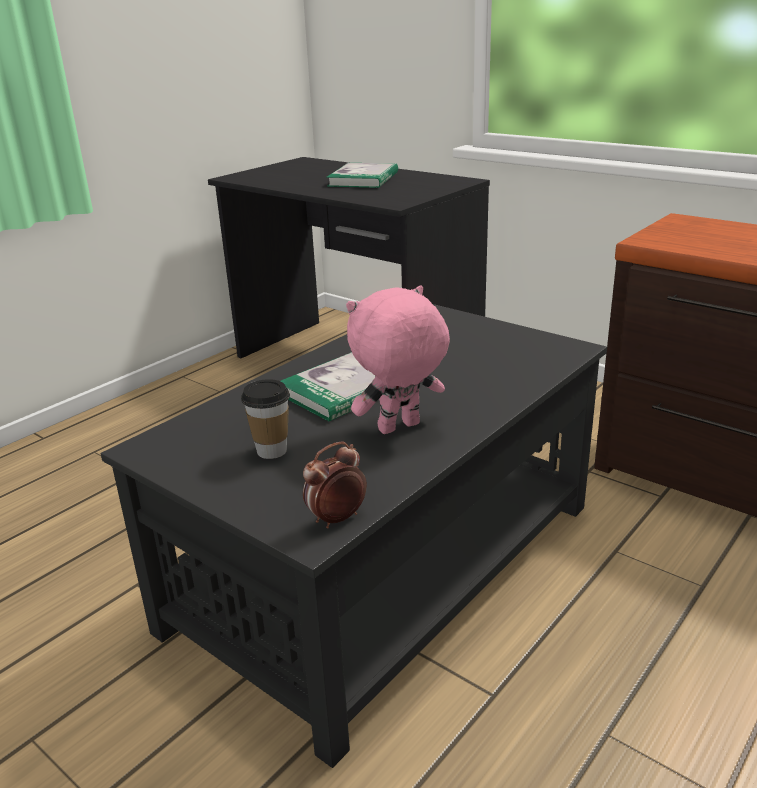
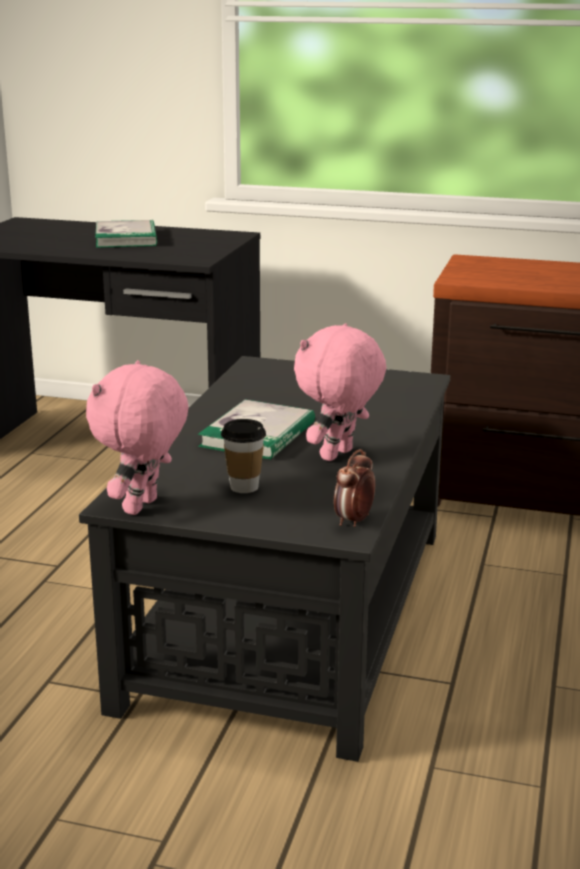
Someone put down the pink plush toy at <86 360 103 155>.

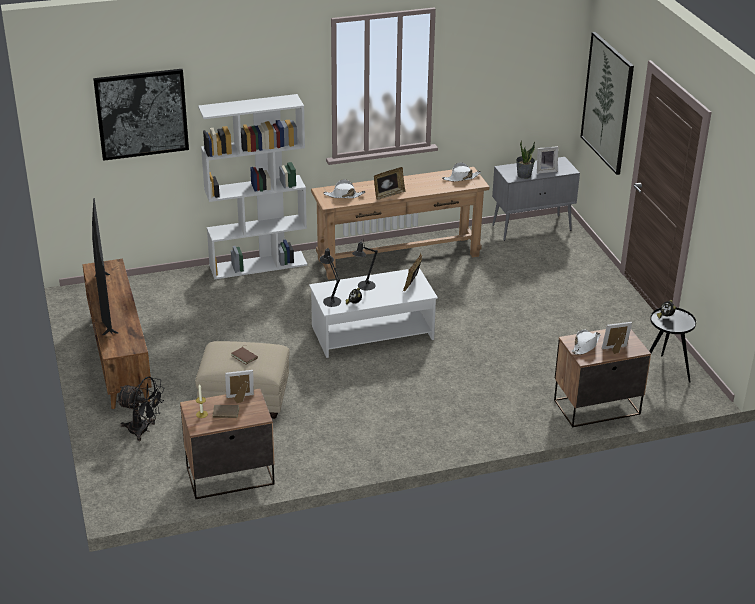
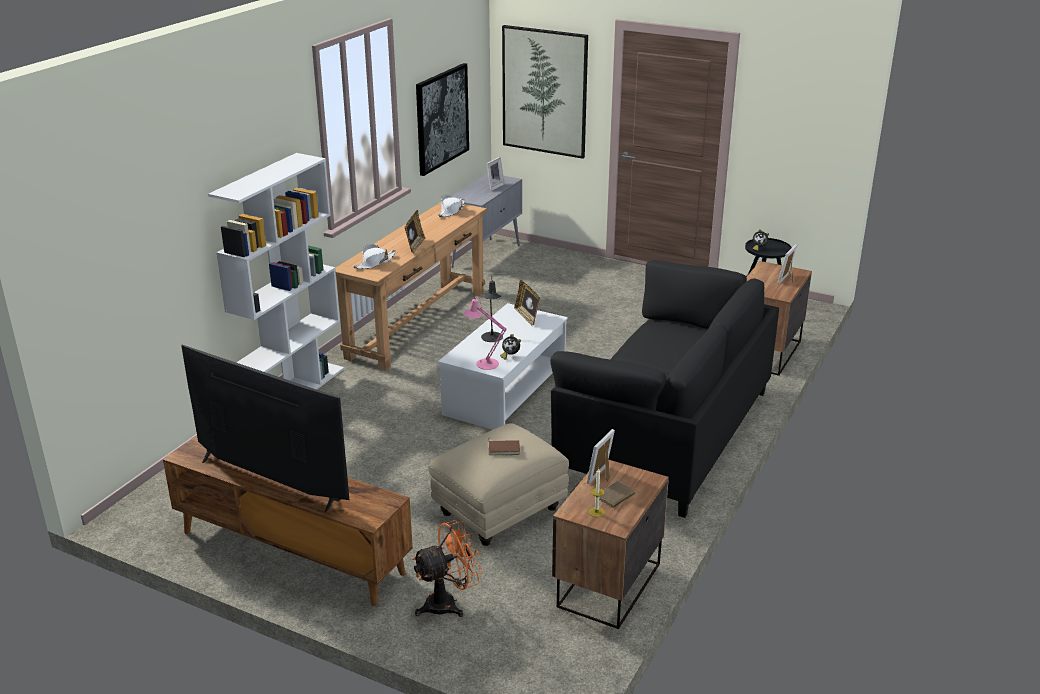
Someone carried the picture from <93 69 96 92> to <416 63 53 113>.
Someone took away the potted plant at <516 140 19 39>.
Someone repainted the black table lamp at <320 248 21 59>, which became the pink table lamp at <464 296 43 74>.
Someone took away the white hat at <572 330 29 25>.
Someone repainted the black fan at <116 377 48 64>, which became the orange fan at <412 520 71 97>.
Someone put down the black sofa at <550 260 229 258>.

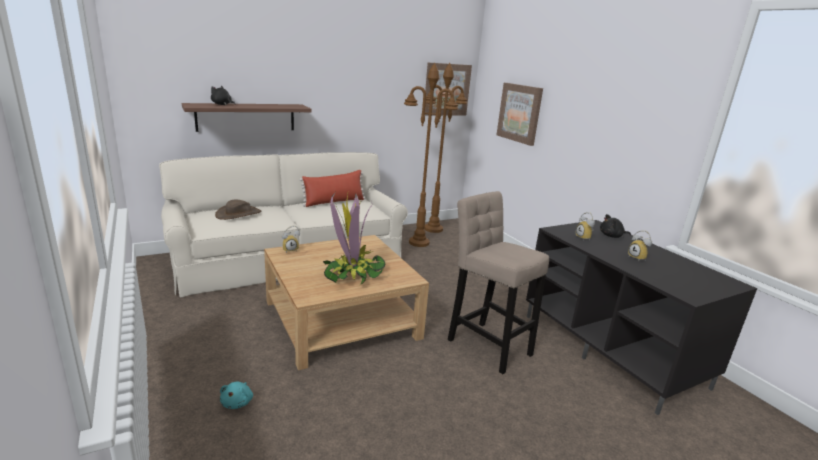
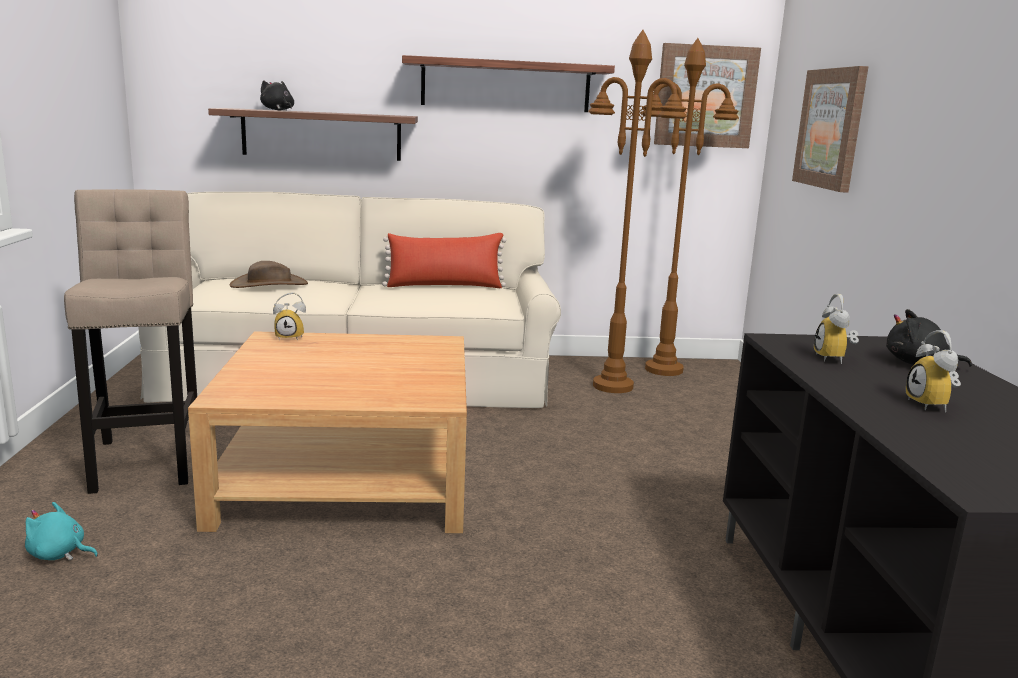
Someone carried the beige stool from <448 191 101 183> to <64 189 133 305>.
Someone took away the potted plant at <323 193 63 92>.
Someone rotated the turquoise plush toy at <220 382 33 27> by 75 degrees clockwise.
Someone put up the shelf at <402 55 213 57>.

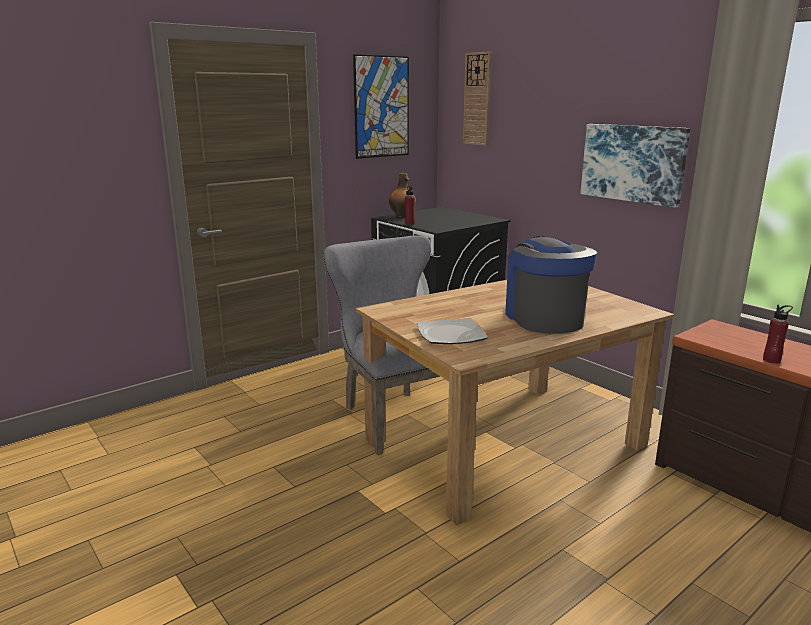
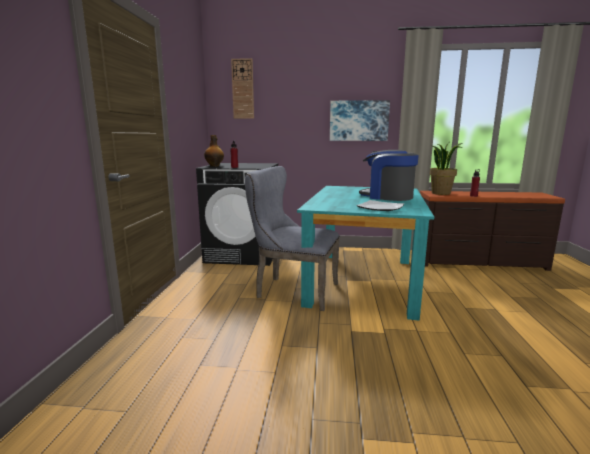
Someone took away the picture at <353 54 56 105>.
Someone repainted the brown dining table at <355 280 320 245>, which became the turquoise dining table at <297 186 137 135>.
Someone put down the potted plant at <429 143 33 52>.

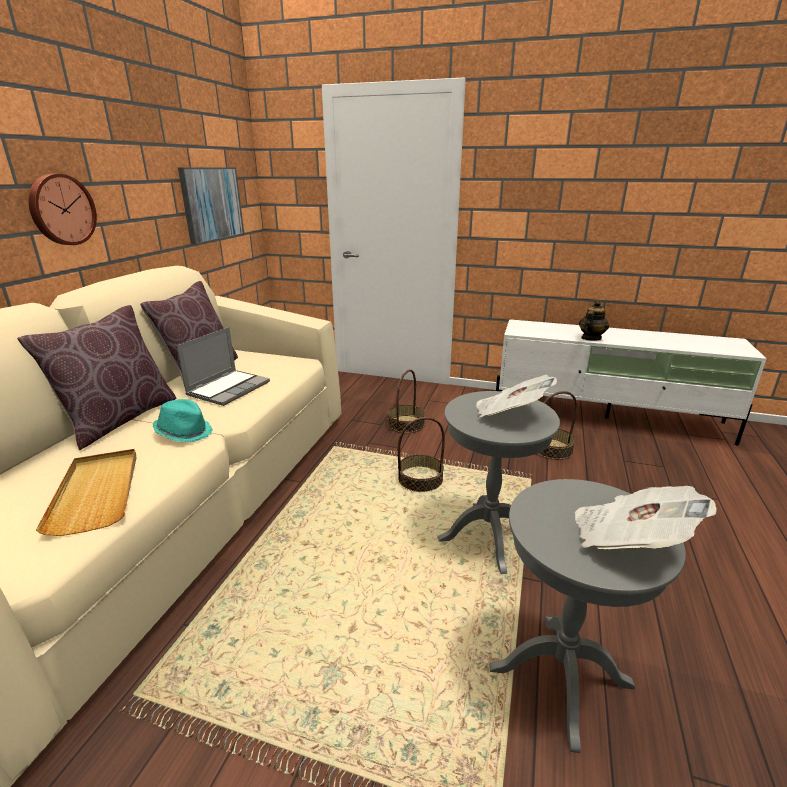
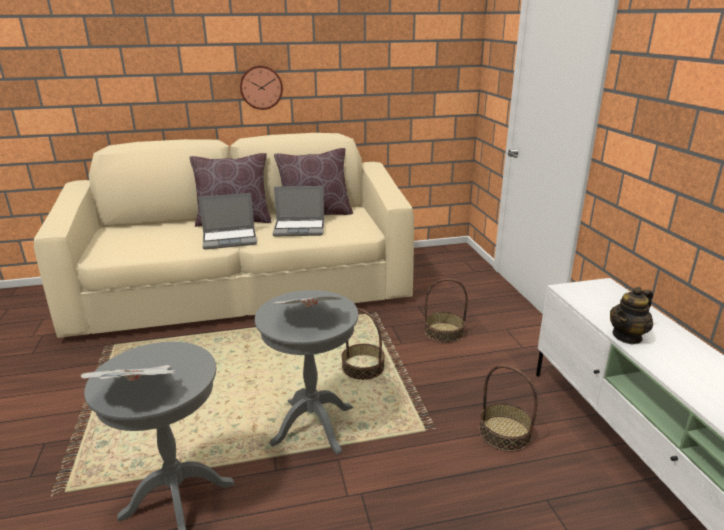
Someone took away the picture at <178 168 66 77>.
Someone rotated the teapot at <579 300 30 41> by 135 degrees clockwise.
Someone swapped the turquoise hat at <153 399 60 43> for the laptop at <198 193 59 57>.
Someone took away the beige tray at <36 449 100 87>.

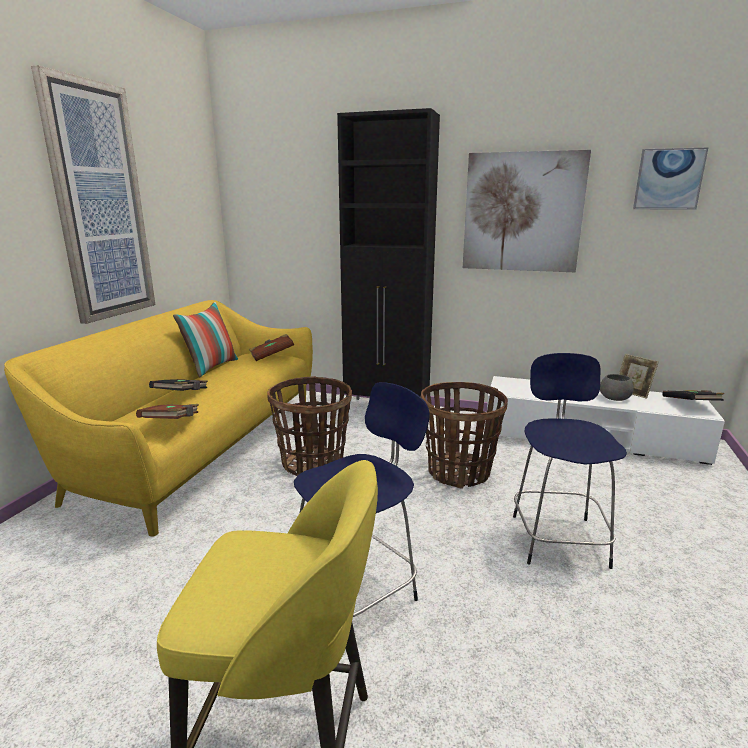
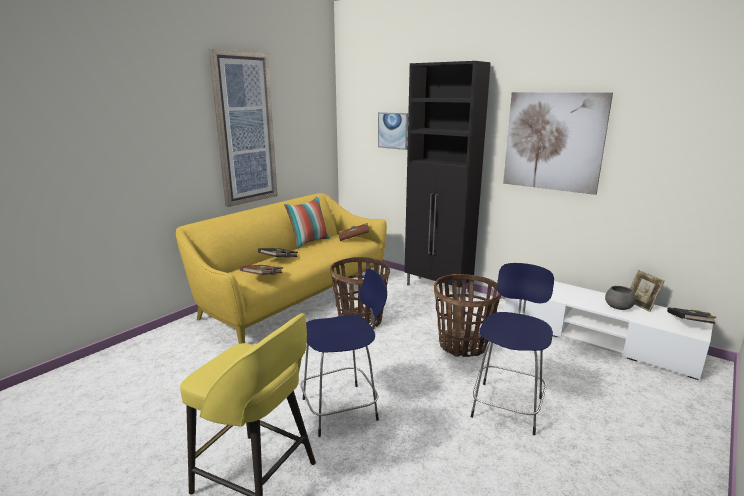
Someone carried the picture from <633 147 75 63> to <378 112 30 38>.

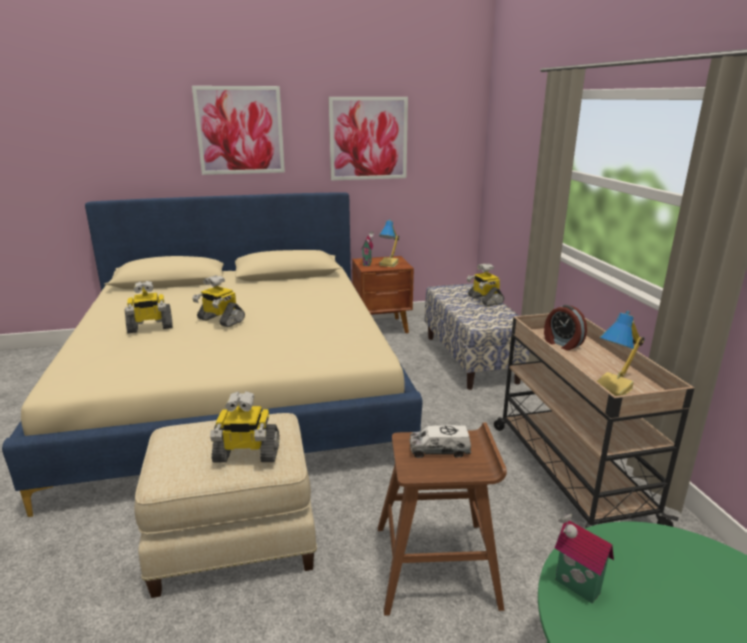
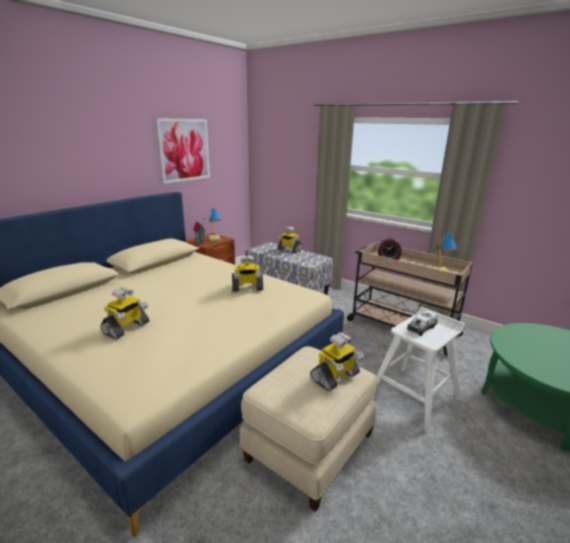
Someone took away the picture at <192 86 93 89>.
Someone carried the toy robot from <192 275 53 52> to <232 255 31 37>.
Someone repainted the brown stool at <378 423 129 193>, which became the white stool at <376 307 89 126>.
Someone took away the toy house at <555 510 59 93>.

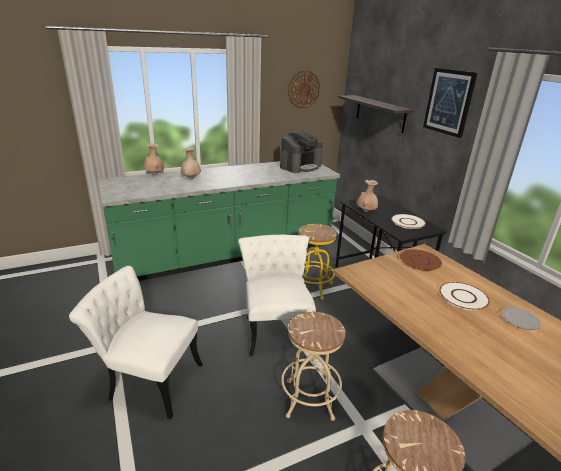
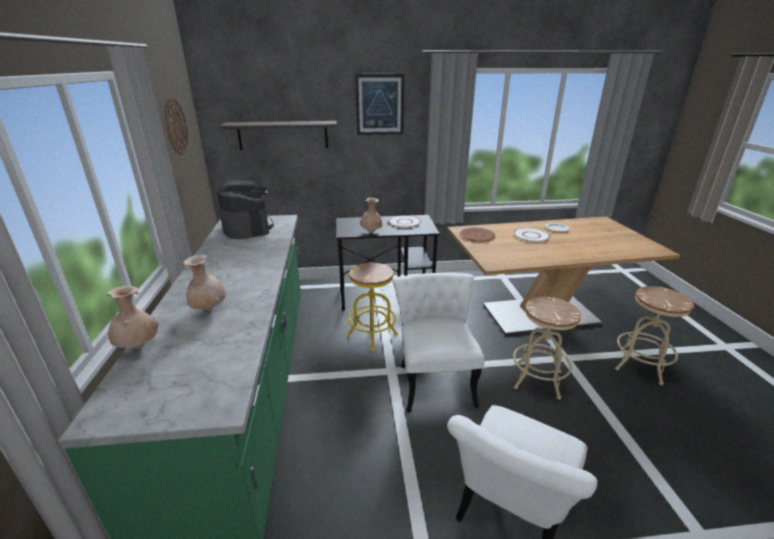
Someone rotated the white chair at <238 235 78 121> by 75 degrees clockwise.

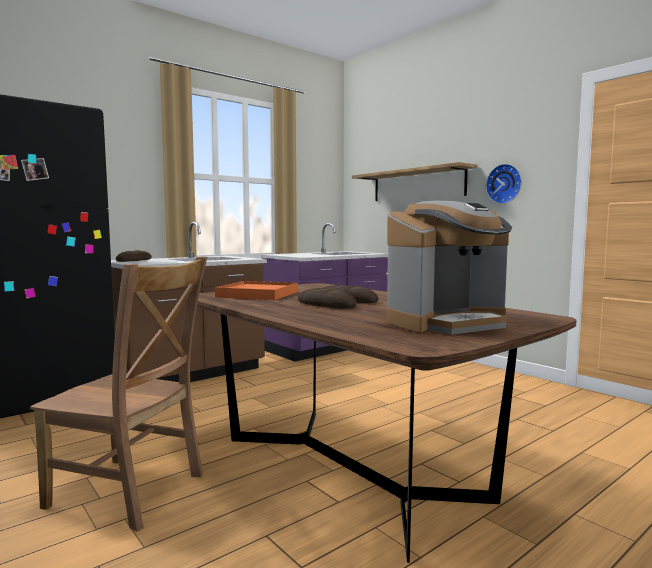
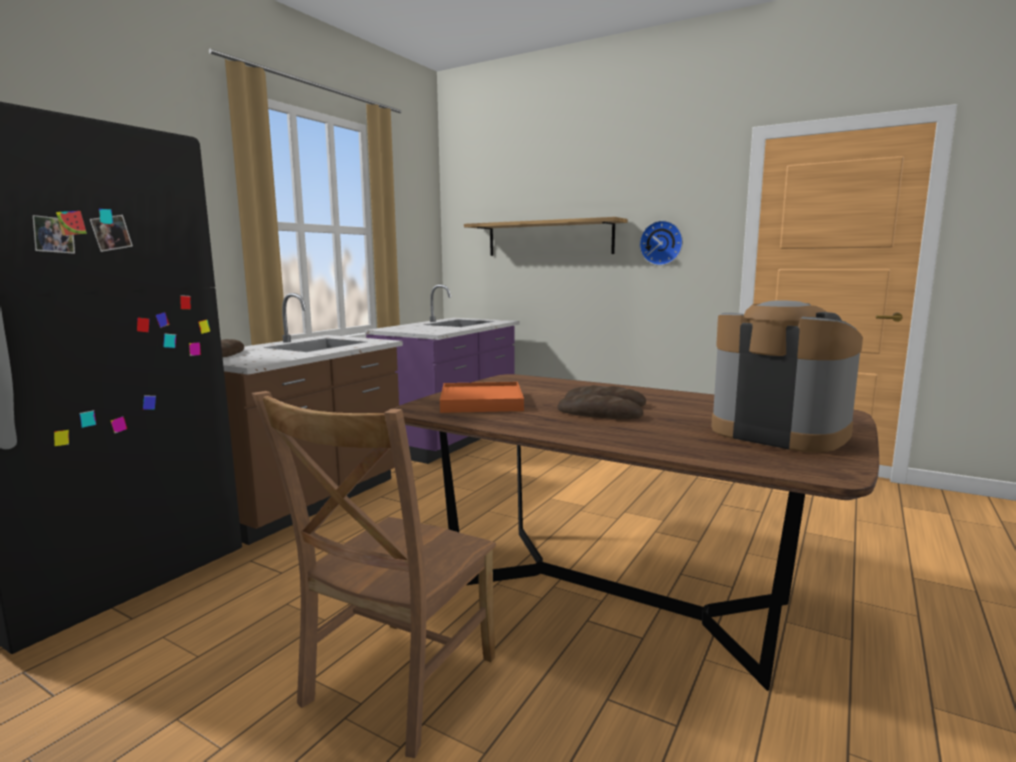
Someone rotated the coffee machine at <386 201 126 134> by 90 degrees counterclockwise.
Someone rotated the brown chair at <30 257 177 275> by 120 degrees clockwise.

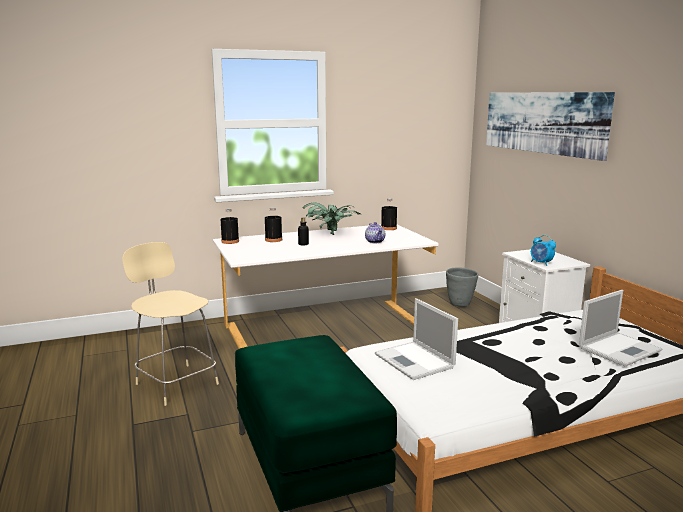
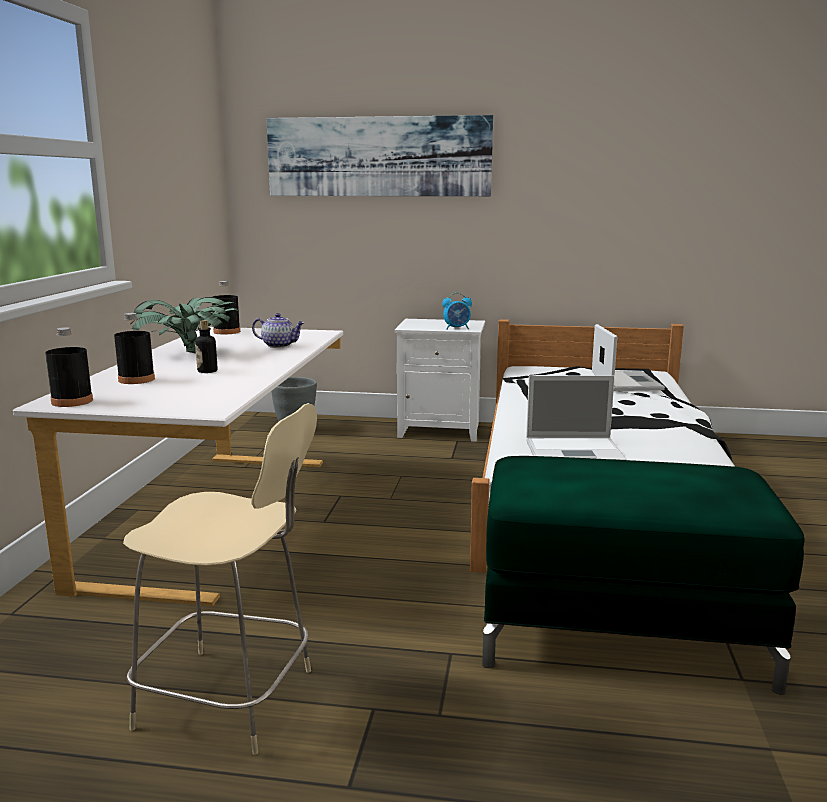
Someone rotated the beige chair at <122 242 97 164> by 150 degrees counterclockwise.

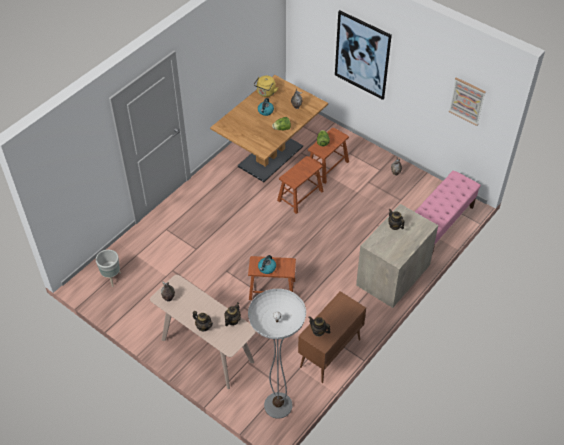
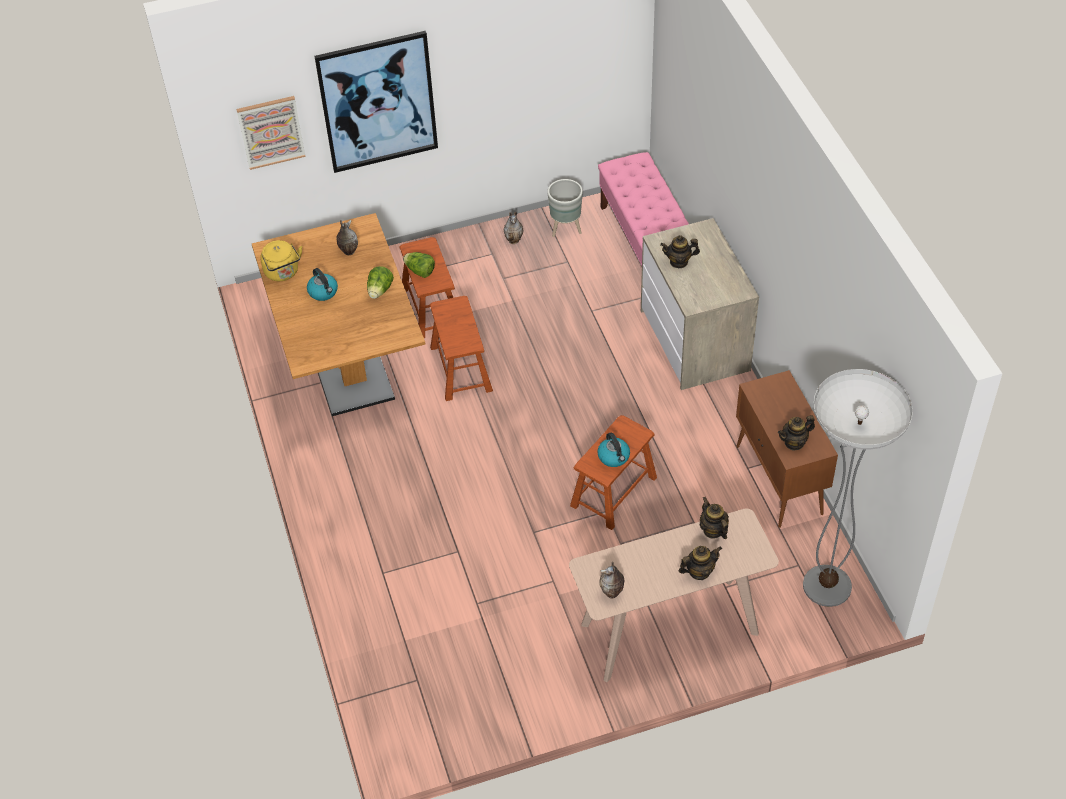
Someone carried the picture from <448 77 38 49> to <236 96 70 74>.
Someone carried the grey planter from <96 250 25 37> to <547 179 36 58>.

